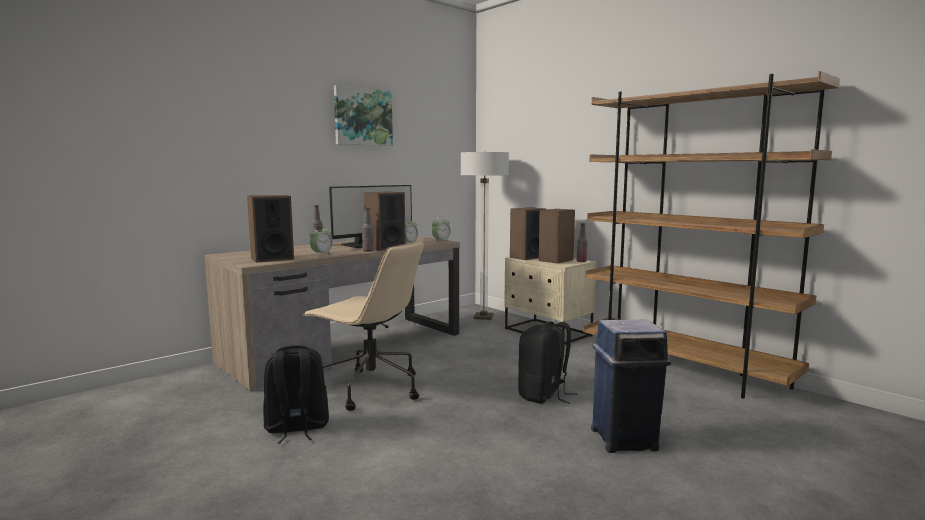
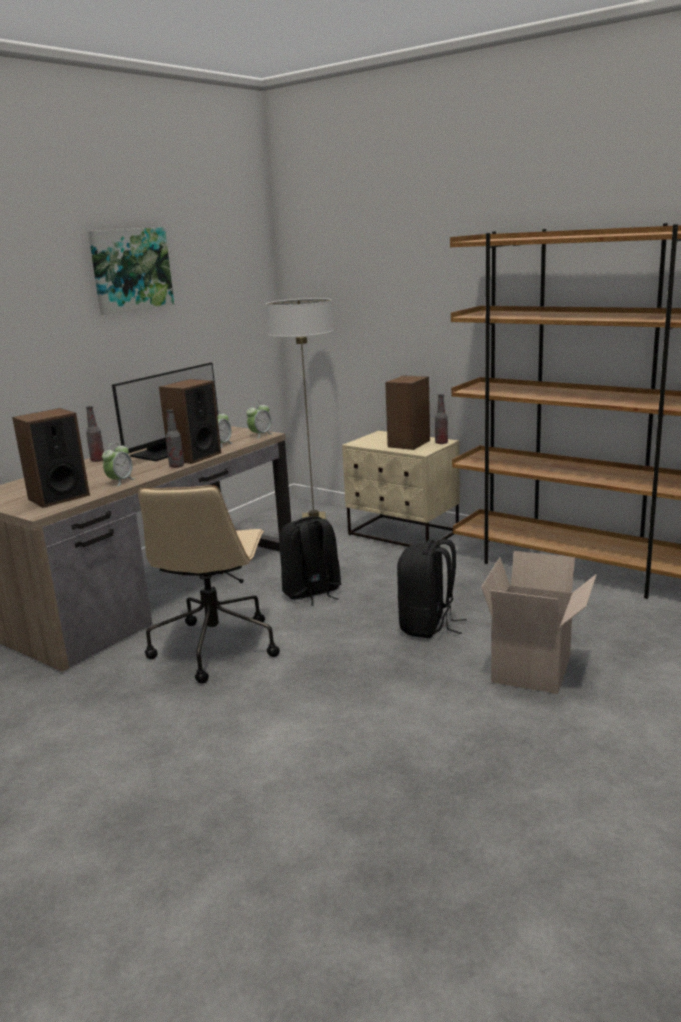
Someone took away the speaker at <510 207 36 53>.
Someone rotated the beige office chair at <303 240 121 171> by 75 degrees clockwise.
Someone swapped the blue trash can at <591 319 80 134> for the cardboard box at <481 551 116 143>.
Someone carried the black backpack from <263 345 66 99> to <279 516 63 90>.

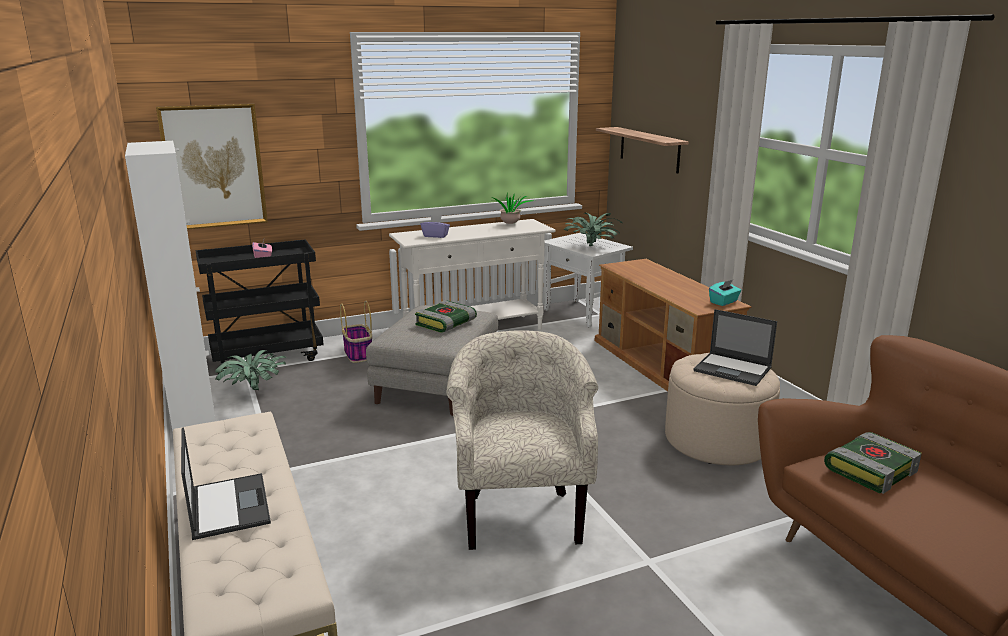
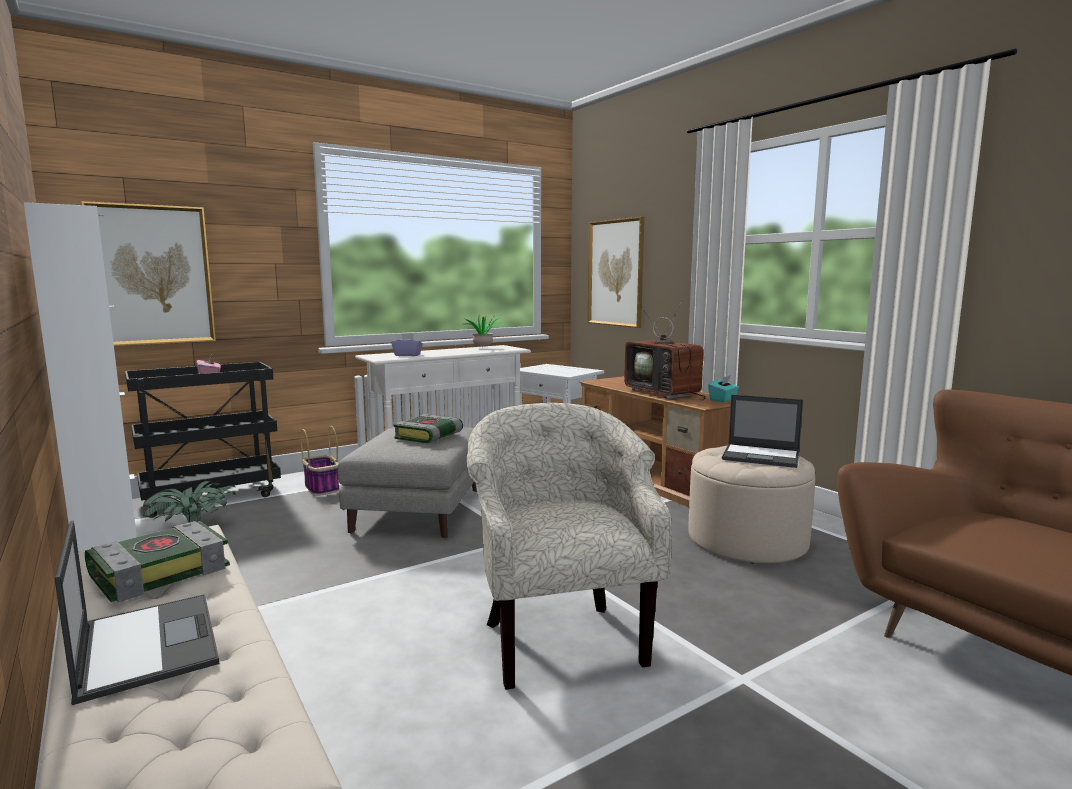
Someone swapped the shelf at <596 127 93 47> for the picture at <587 217 57 111>.
Someone took away the potted plant at <564 213 58 33>.
Someone carried the book from <824 432 97 62> to <85 521 145 82>.
Someone put down the television at <624 299 81 102>.

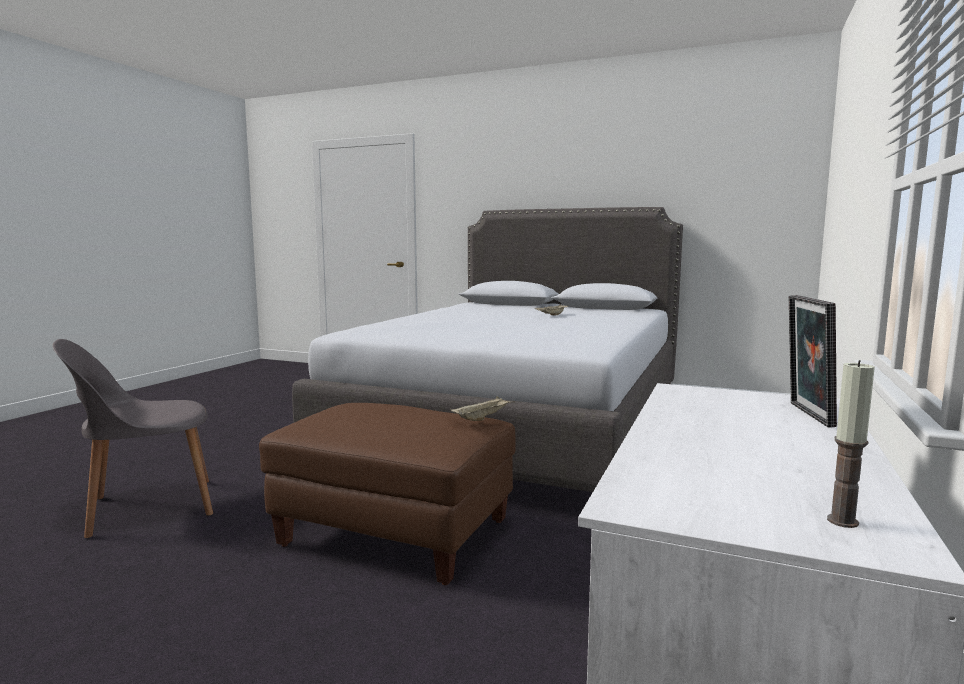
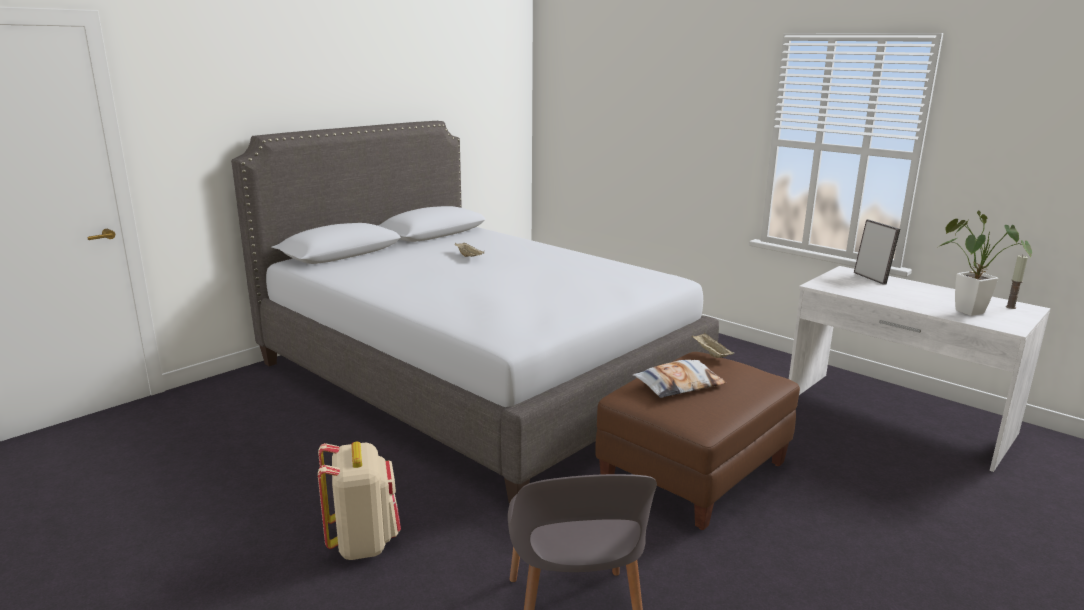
Someone rotated the picture frame at <789 295 48 133> by 135 degrees counterclockwise.
Someone put down the potted plant at <940 211 92 105>.
Someone put down the pillow at <632 360 94 38>.
Someone put down the beige backpack at <318 442 83 118>.

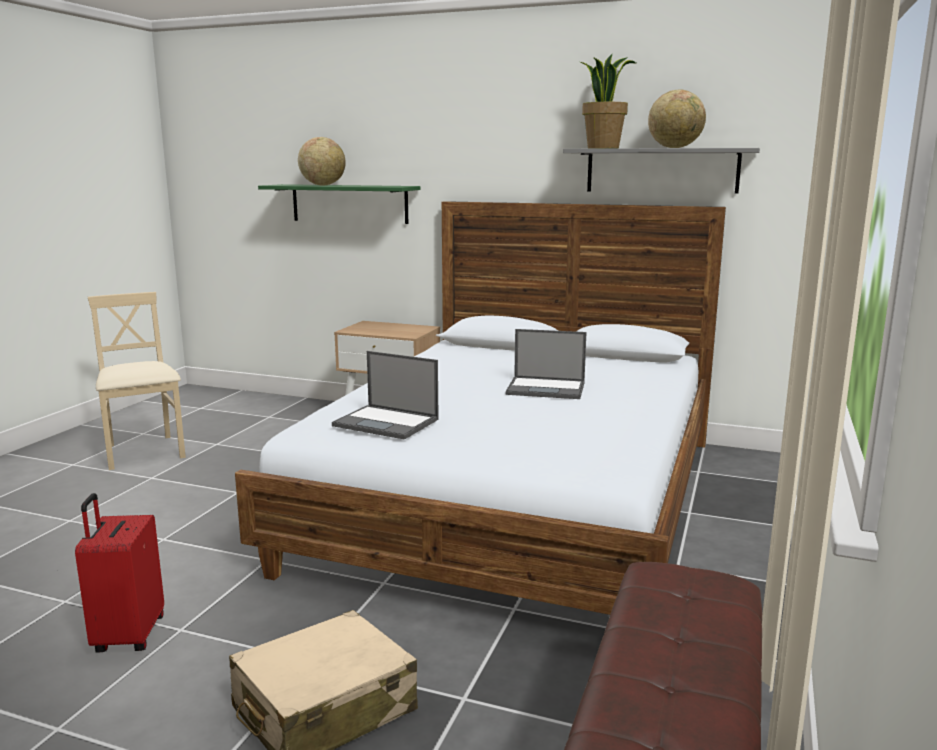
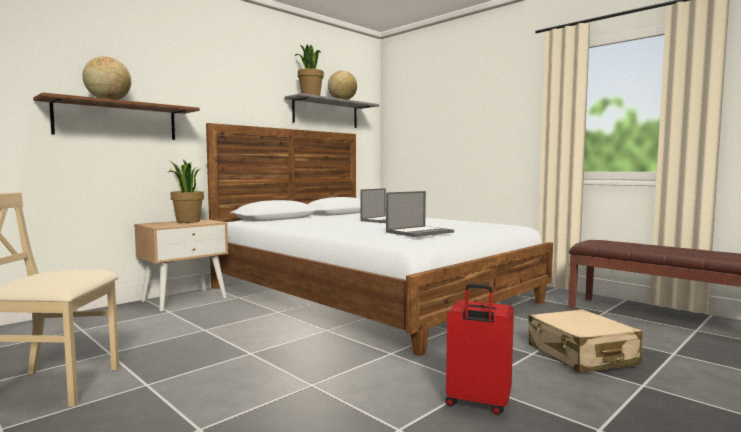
Someone repainted the green shelf at <258 184 163 40>, which became the brown shelf at <33 92 167 48>.
Someone put down the potted plant at <168 159 36 64>.

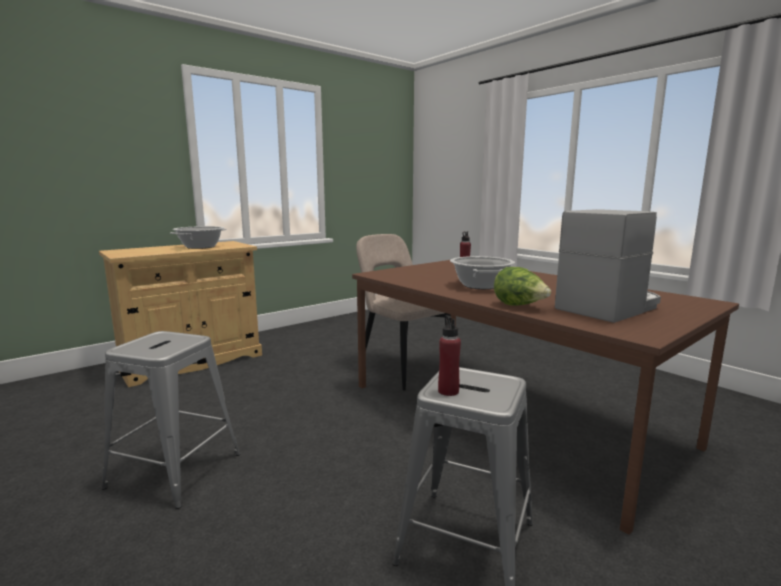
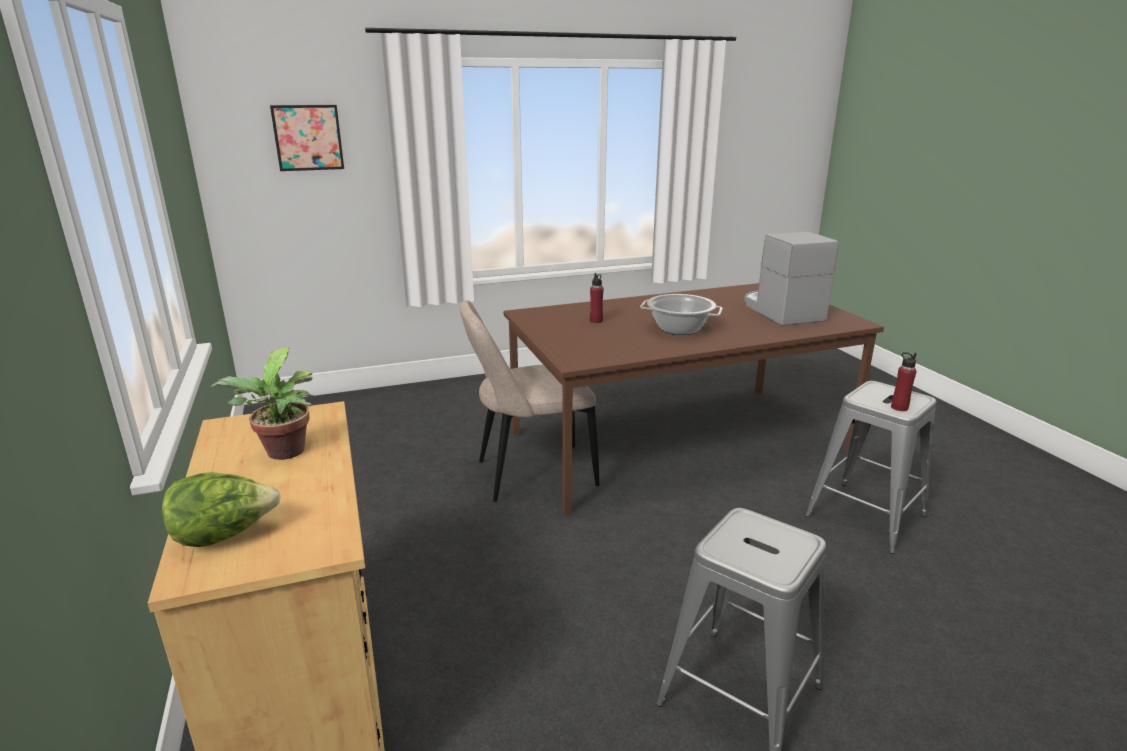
Someone swapped the cooking pot at <170 226 57 23> for the potted plant at <210 347 104 113>.
Someone carried the lettuce from <494 267 57 39> to <162 472 119 75>.
Someone put up the picture at <270 105 74 66>.

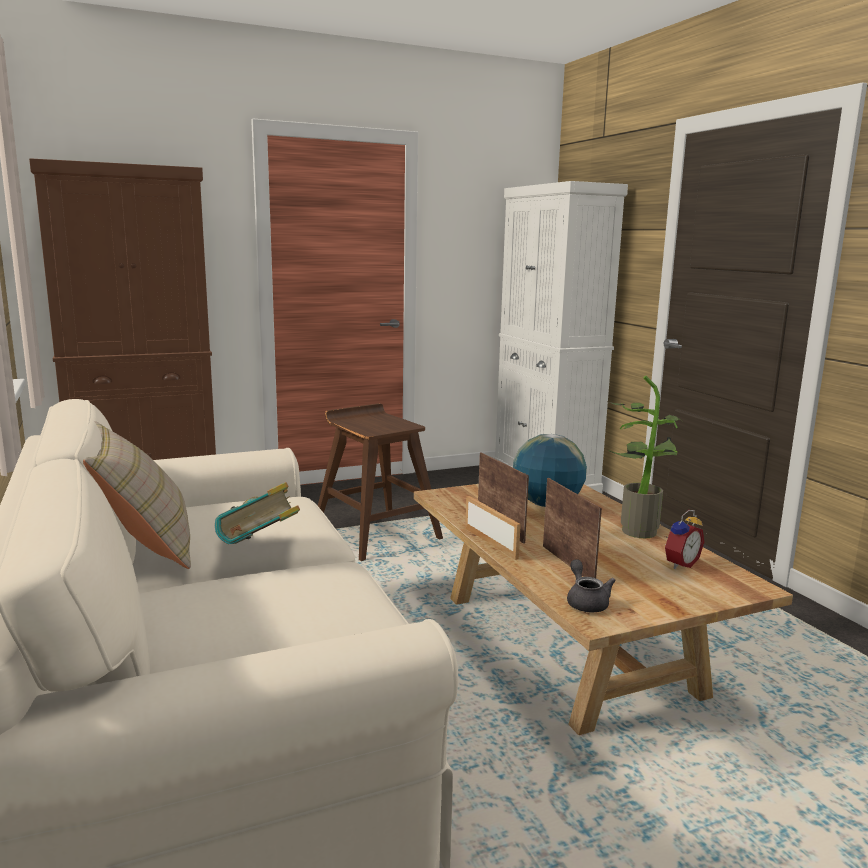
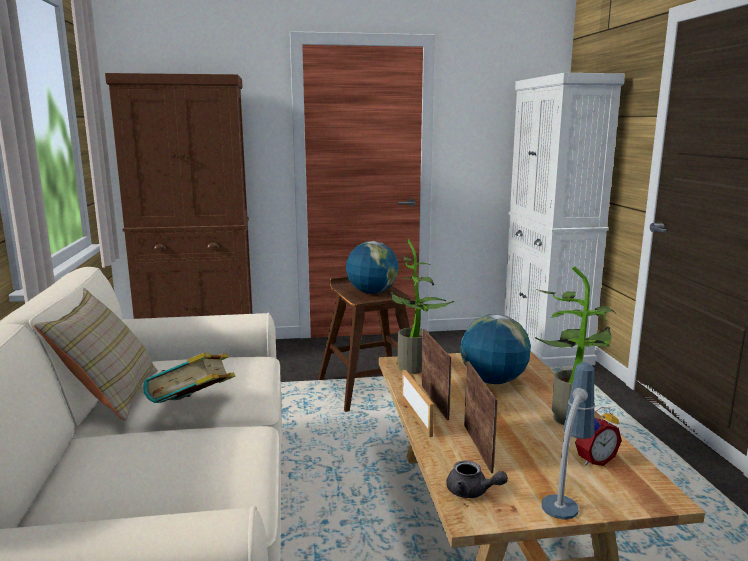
Someone rotated the grey teapot at <567 559 49 54> by 120 degrees clockwise.
Someone put down the potted plant at <390 239 64 135>.
Someone put down the globe at <346 241 53 53>.
Someone put down the table lamp at <541 362 54 158>.

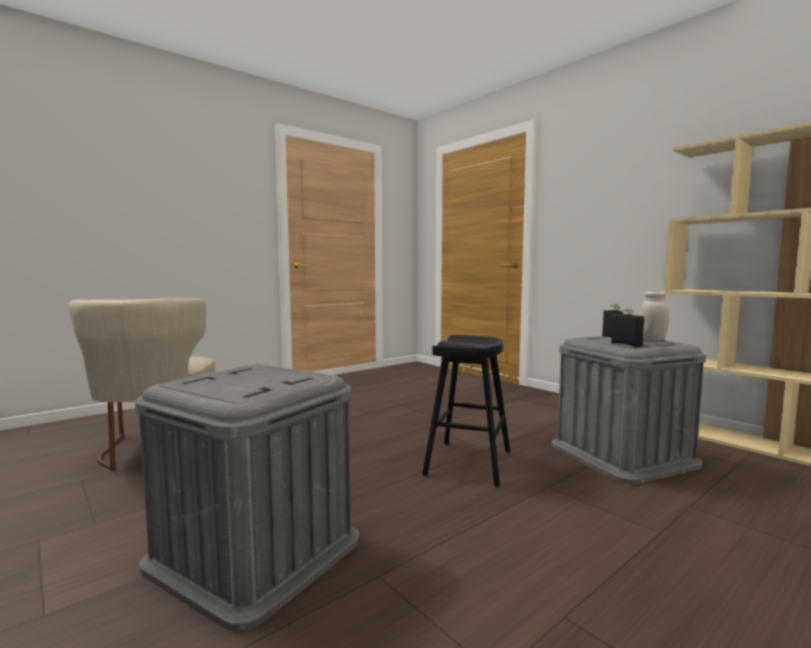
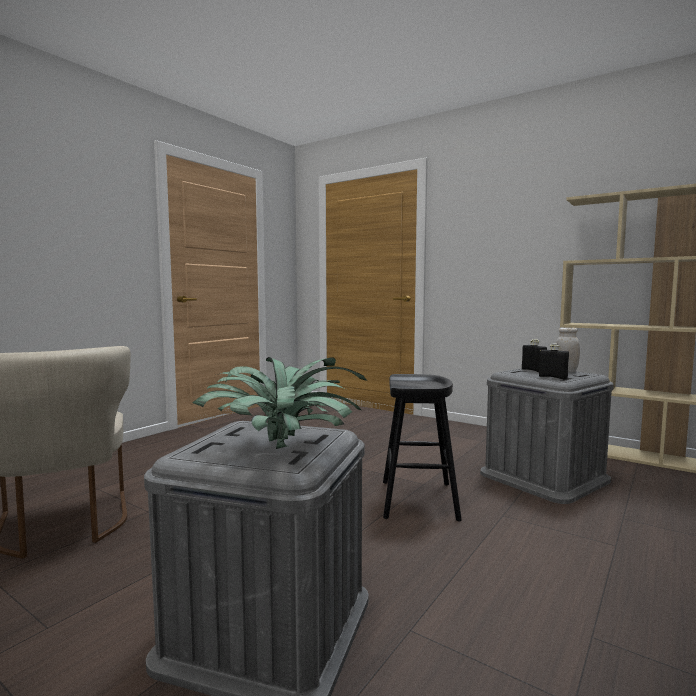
Someone put down the potted plant at <192 357 175 92>.

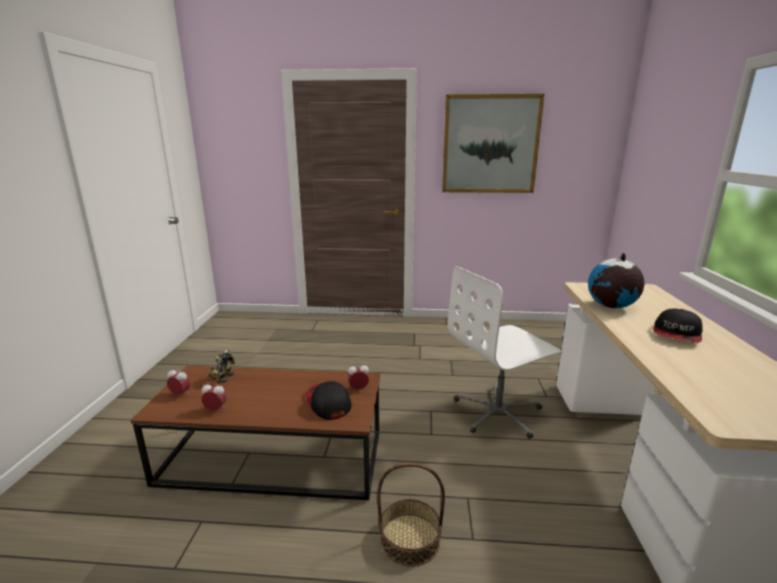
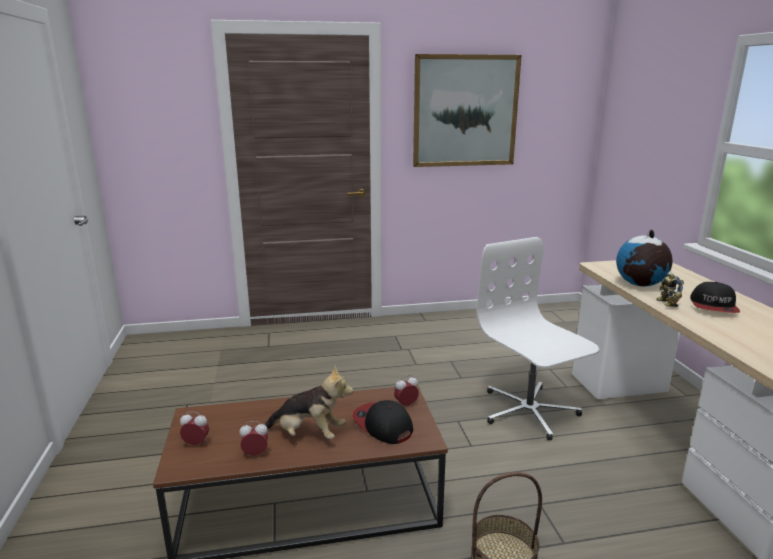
Someone rotated the white office chair at <448 266 115 173> by 105 degrees clockwise.
Someone carried the toy robot from <208 349 27 33> to <656 271 28 36>.
Someone put down the plush toy at <264 366 89 73>.

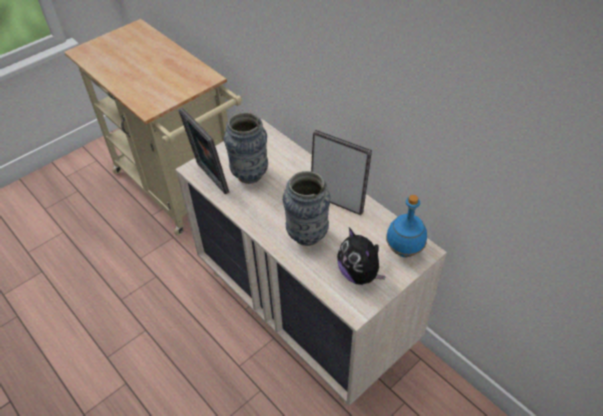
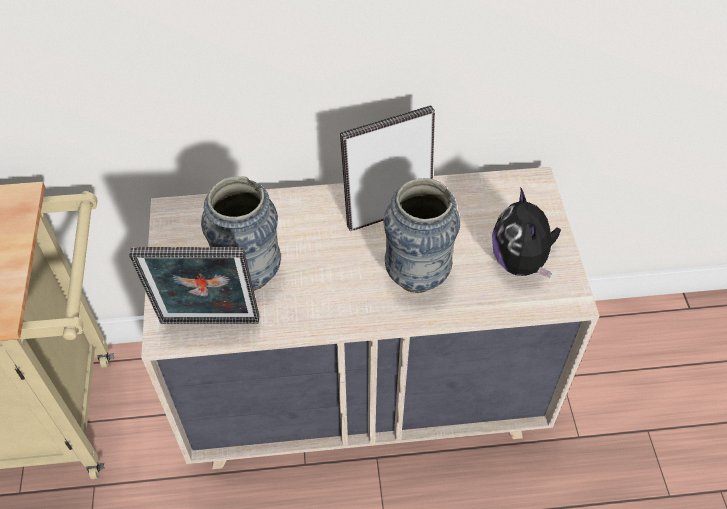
Someone took away the blue bottle at <386 195 41 62>.
Someone rotated the plush toy at <337 227 49 58> by 75 degrees clockwise.

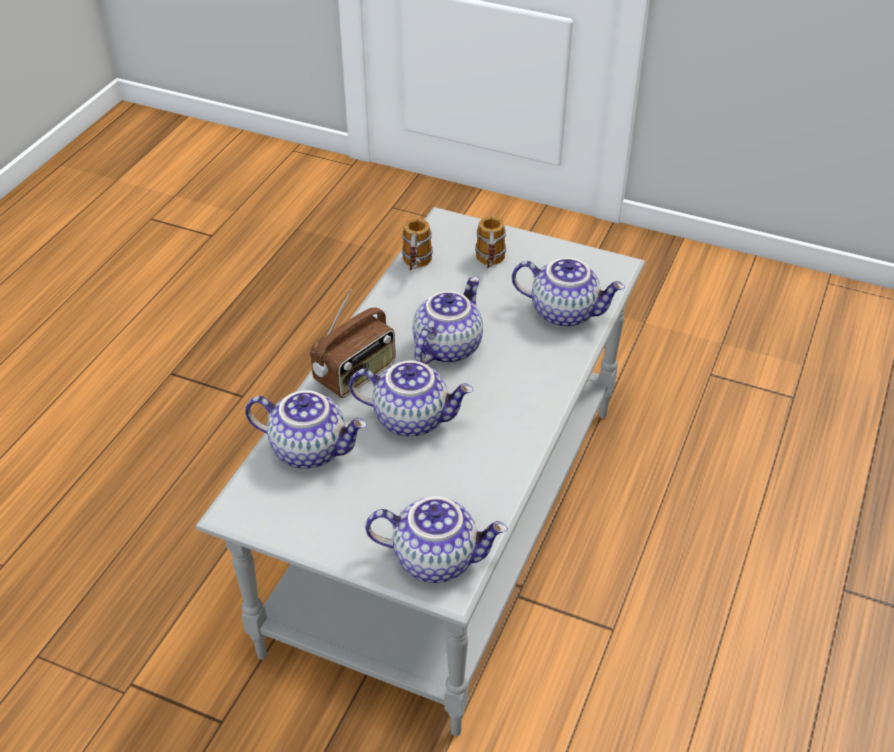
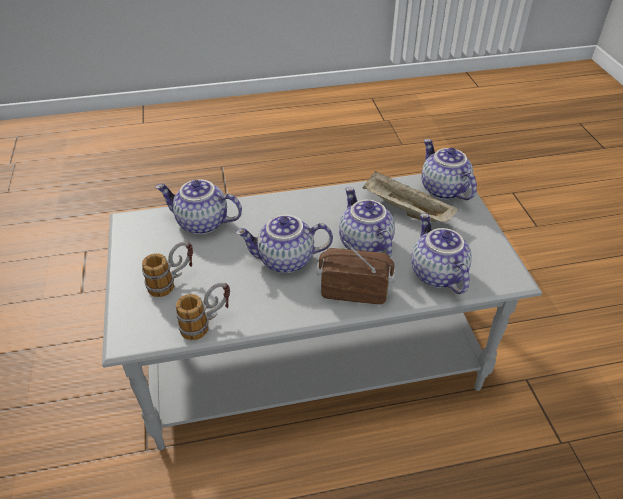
Someone rotated the teapot at <512 258 113 70> by 60 degrees counterclockwise.
Someone put down the beige tray at <362 171 97 51>.

